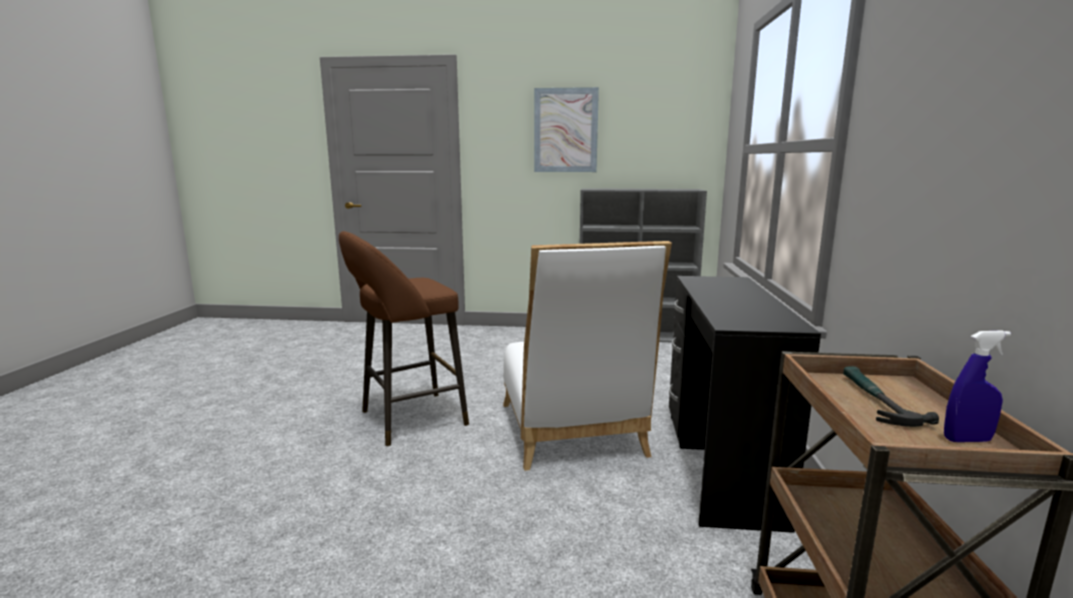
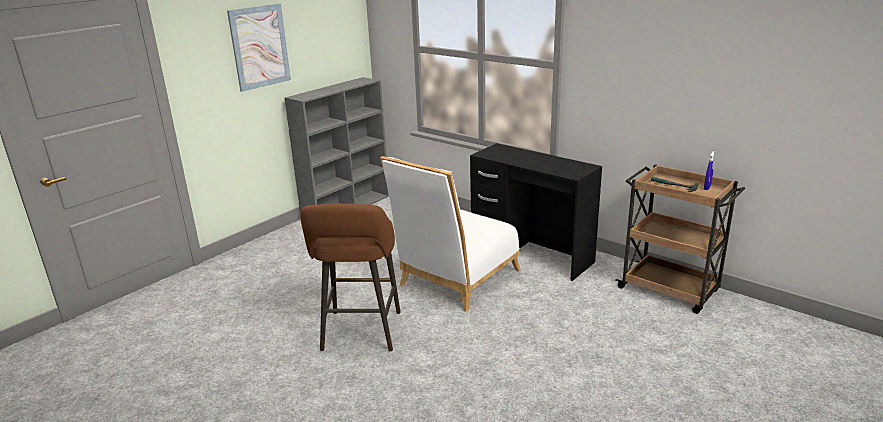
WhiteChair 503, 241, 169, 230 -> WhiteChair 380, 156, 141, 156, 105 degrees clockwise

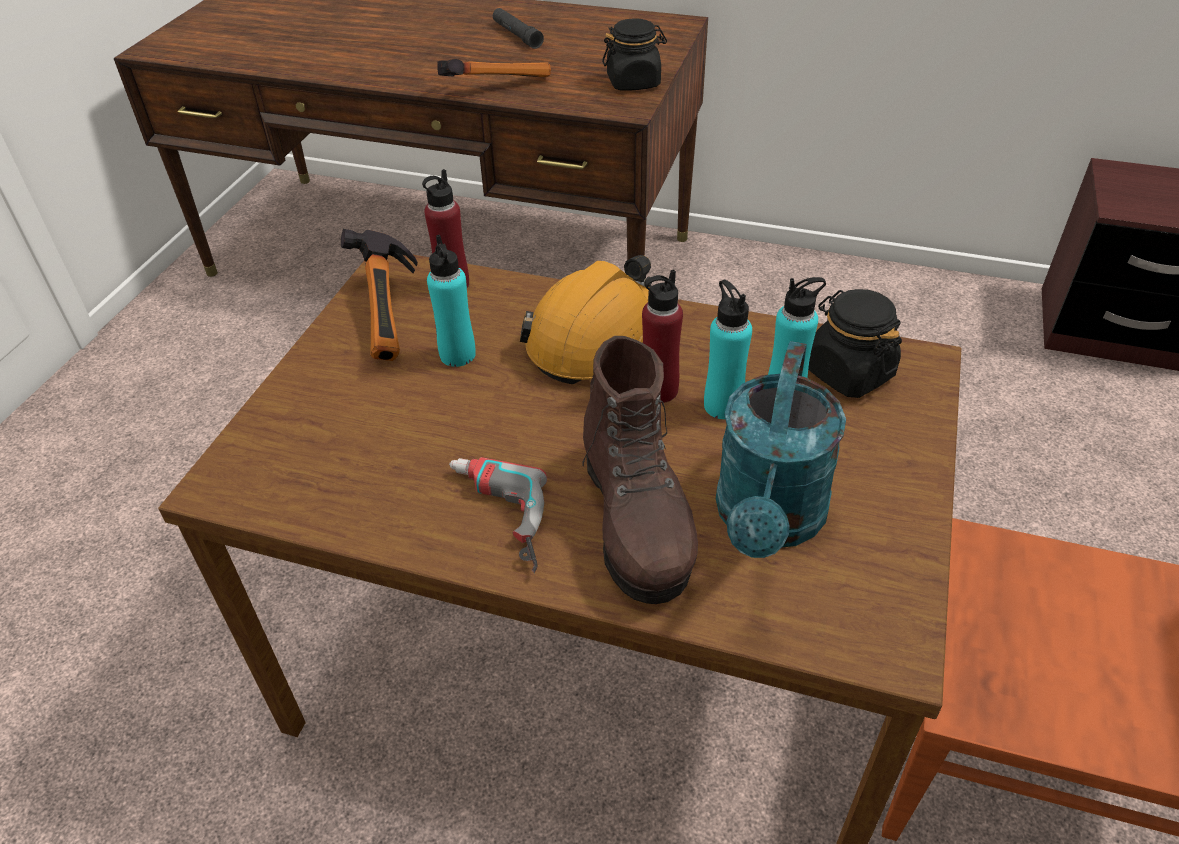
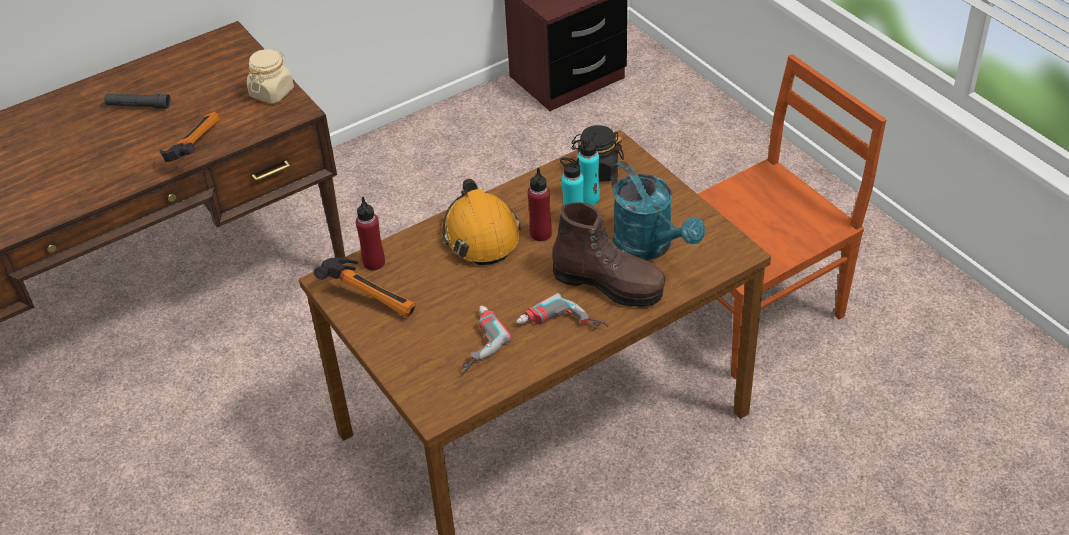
TurquoiseBottle 427, 235, 49, 132 -> none
BlackJar 602, 18, 65, 73 -> BeigeJar 247, 49, 47, 55
none -> PowerDrill 461, 306, 51, 69

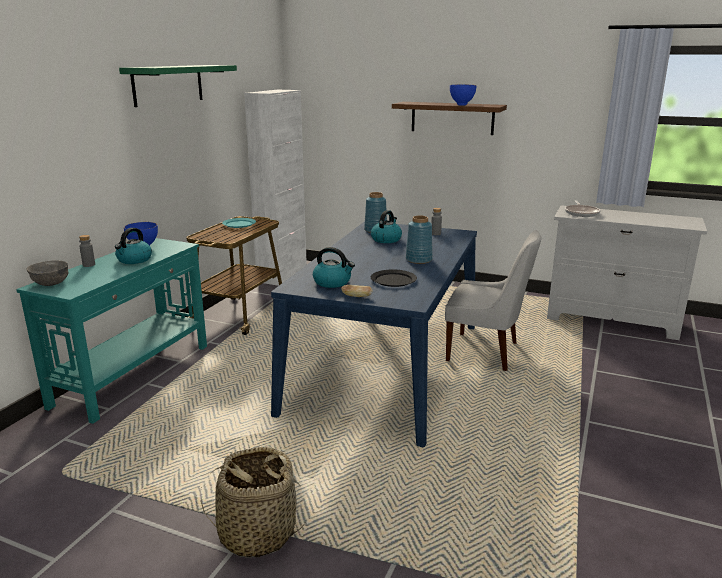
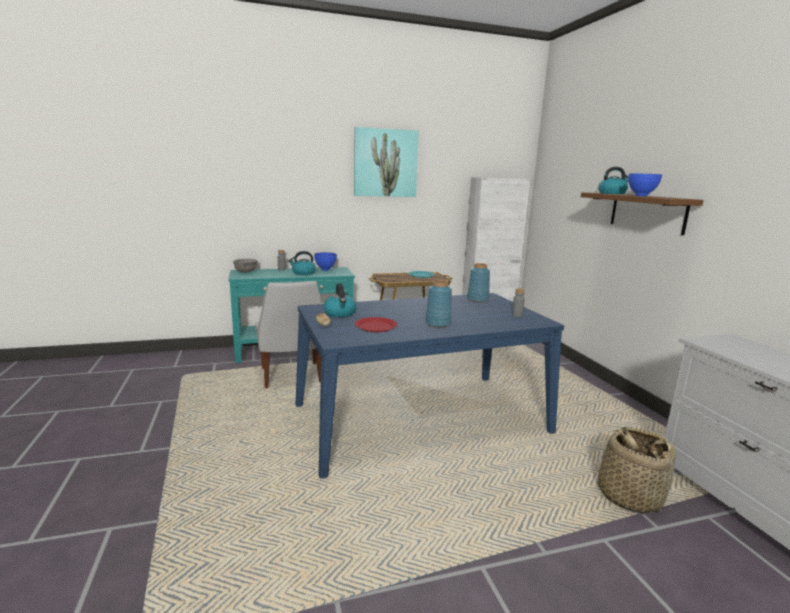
GreenShelf 119, 65, 118, 42 -> Picture 354, 127, 65, 70
Basket 201, 447, 104, 111 -> Basket 594, 426, 83, 88, shifted
Kettle 371, 210, 31, 33 -> Kettle 598, 167, 30, 27, shifted
BlackPlate 371, 270, 46, 17 -> RedPlate 354, 317, 43, 15
WhiteChair 445, 230, 96, 141 -> WhiteChair 256, 281, 65, 107, shifted
FryingPan 565, 200, 36, 17 -> none

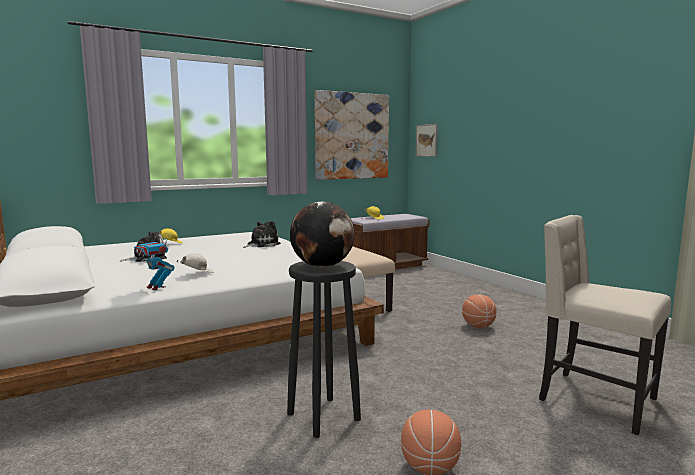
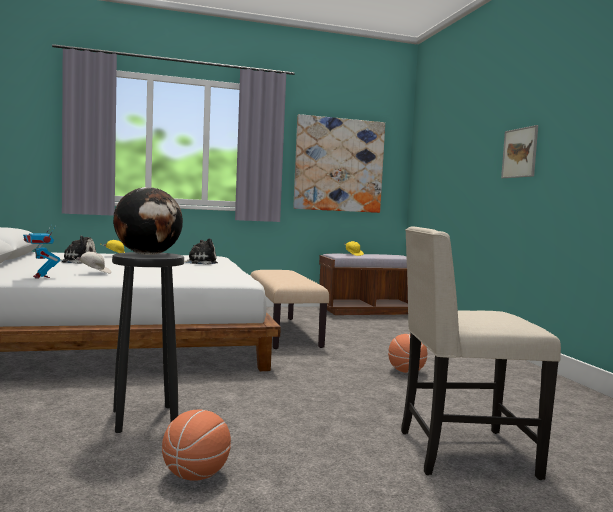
Picture 415, 124, 23, 33 -> Picture 501, 125, 37, 53, shifted
BeigeChair 539, 215, 132, 220 -> BeigeChair 401, 226, 160, 254, 60 degrees counterclockwise

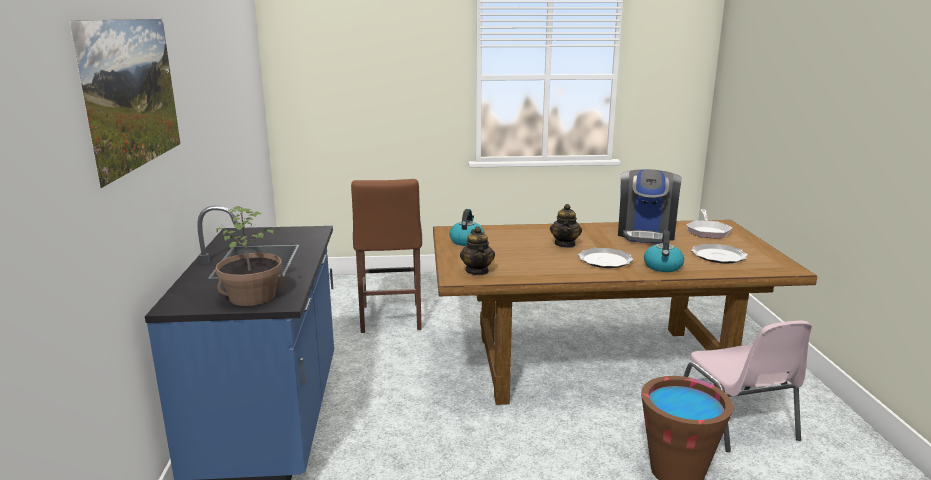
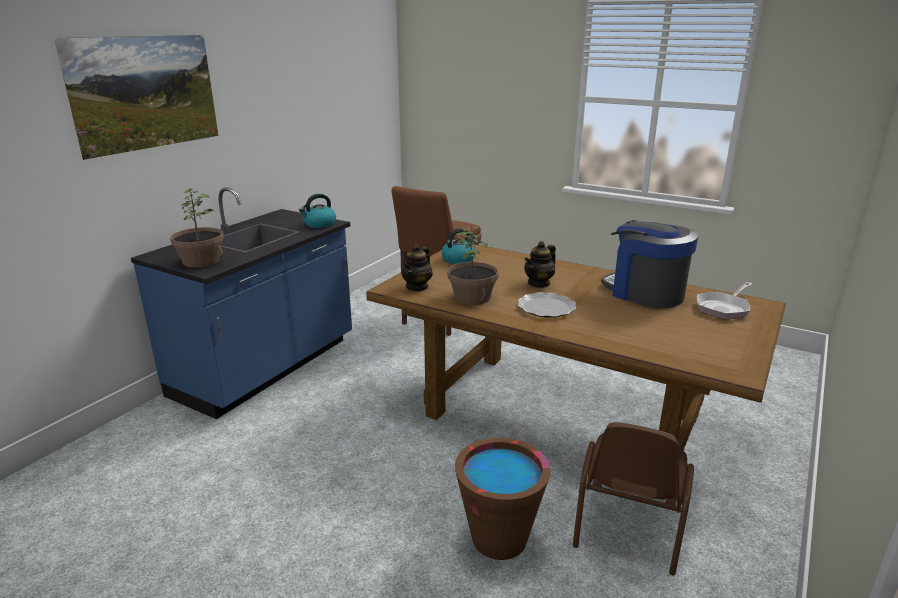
CoffeeMachine 618, 169, 64, 75 -> CoffeeMachine 601, 220, 97, 89, 90 degrees clockwise
Kettle 644, 231, 40, 41 -> Kettle 299, 194, 37, 34, shifted
PinkChair 684, 320, 128, 132 -> BrownChair 573, 422, 121, 154
Plate 691, 244, 57, 19 -> none
none -> PottedPlant 448, 227, 50, 78

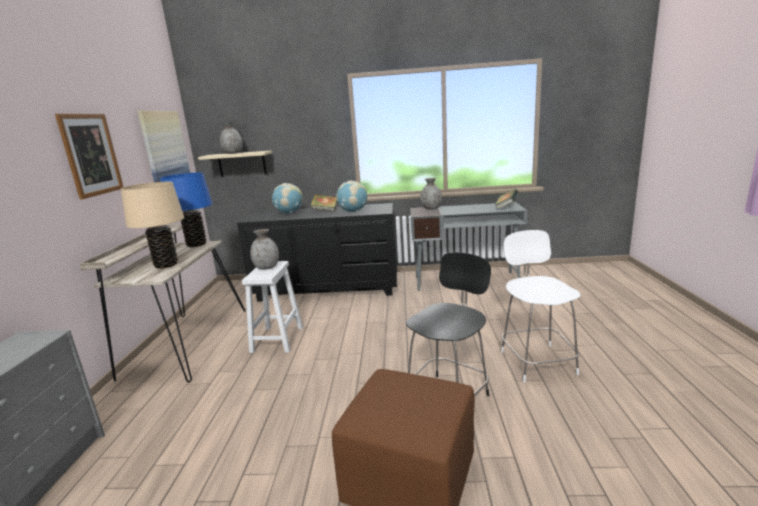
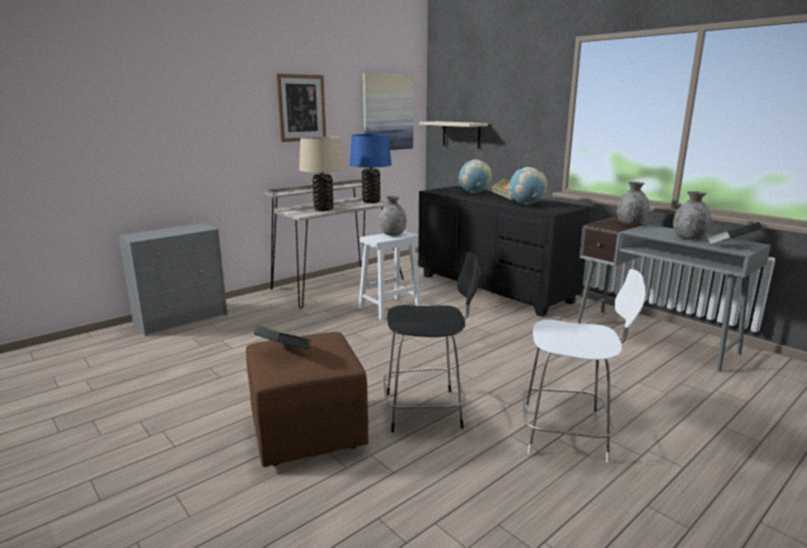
GreyVase 220, 122, 23, 32 -> GreyVase 673, 191, 38, 49, shifted
WhiteChair 501, 230, 79, 152 -> WhiteChair 522, 269, 124, 194, 60 degrees clockwise
none -> Book 254, 325, 57, 24

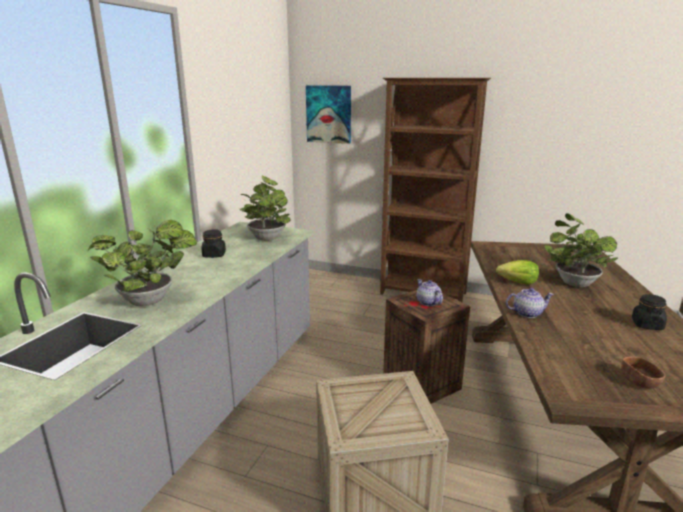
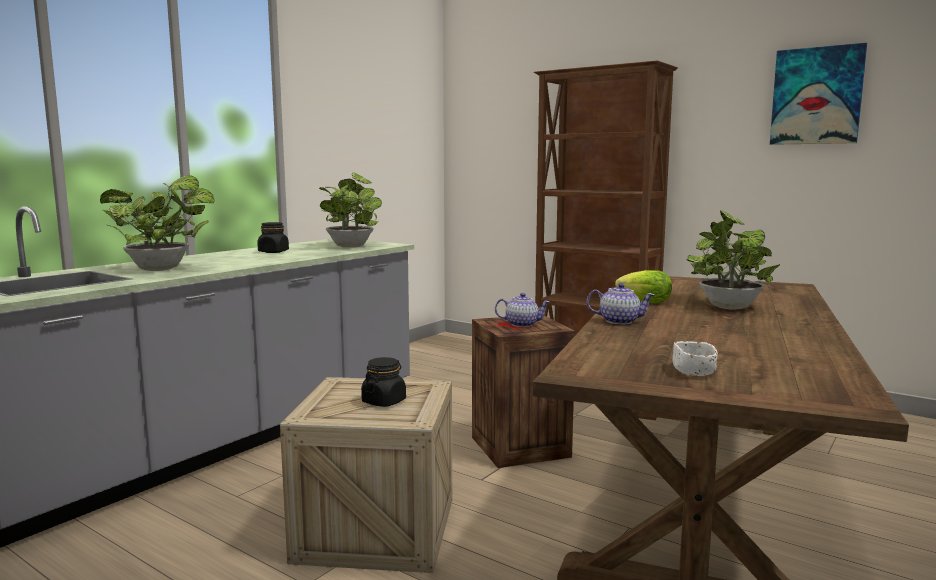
Picture 306, 85, 45, 59 -> Picture 770, 43, 97, 102, shifted
Teapot 417, 279, 26, 27 -> Teapot 495, 293, 55, 34, 105 degrees clockwise
BrownBowl 621, 356, 44, 33 -> WhiteBowl 673, 341, 45, 35
BlackJar 632, 294, 35, 36 -> BlackJar 361, 357, 45, 50, shifted

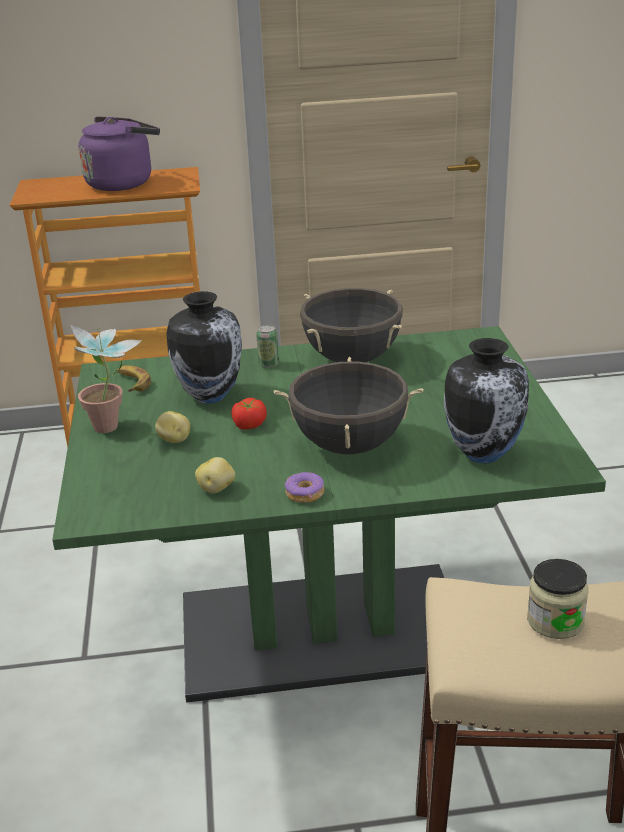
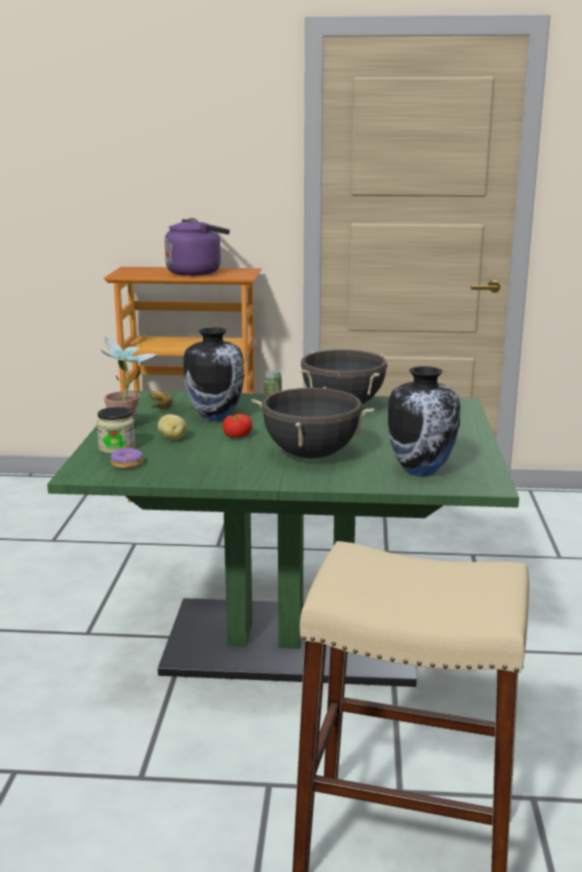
Potato 195, 457, 40, 36 -> none
Donut 285, 472, 39, 31 -> Donut 111, 448, 32, 21, shifted
Jar 527, 559, 61, 80 -> Jar 97, 407, 38, 47, shifted

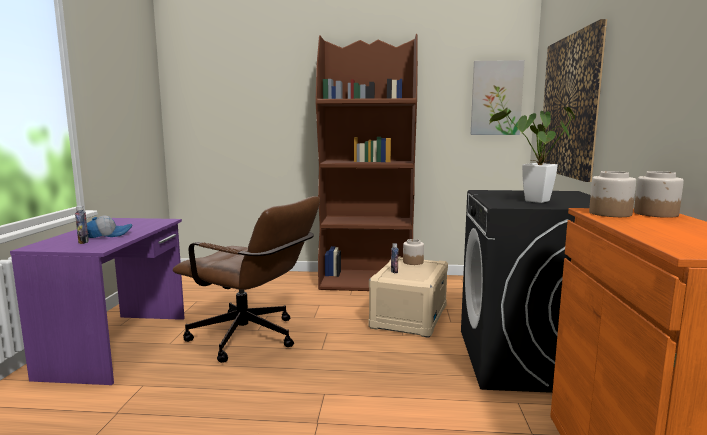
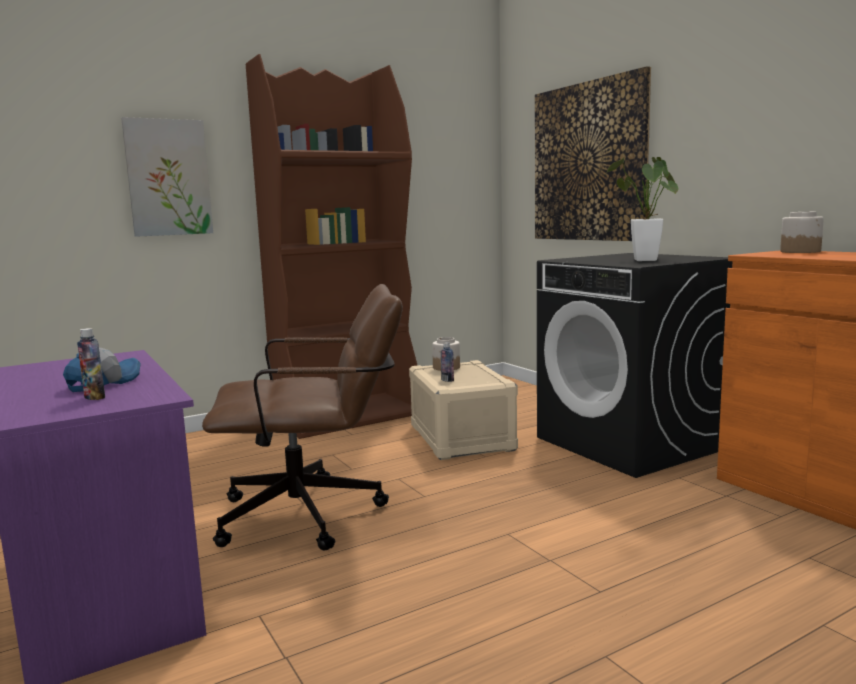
Picture 471, 60, 54, 75 -> Picture 121, 117, 92, 120, shifted
Jar 589, 171, 47, 46 -> none

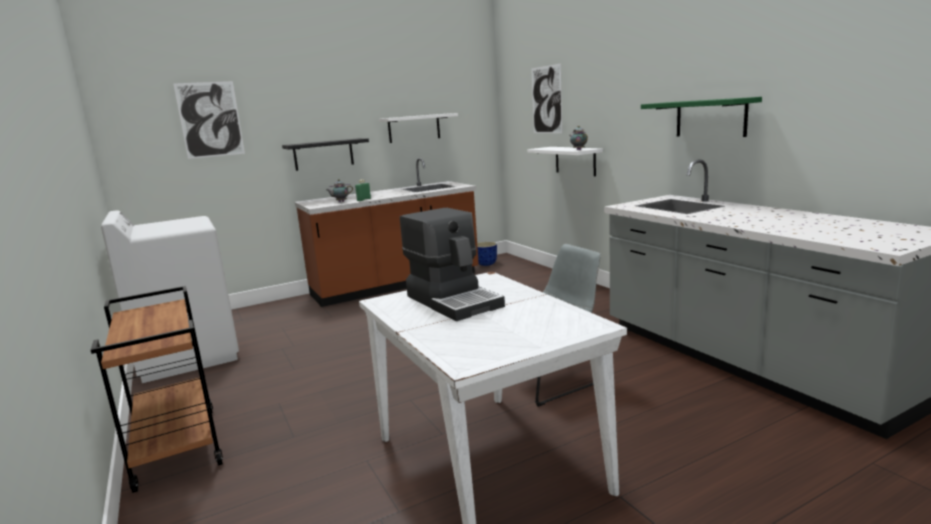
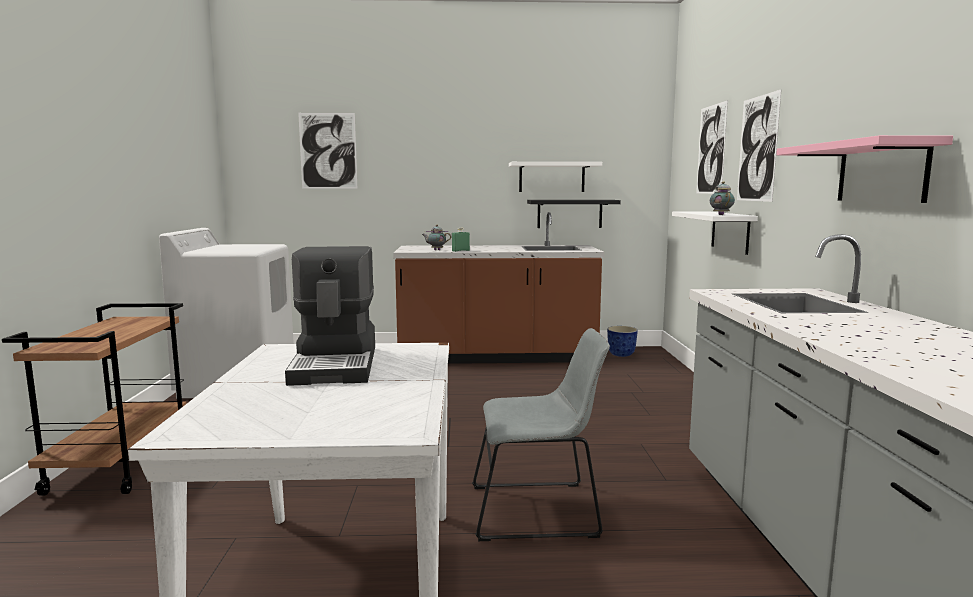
BlackShelf 282, 138, 87, 33 -> BlackShelf 527, 200, 94, 28, shifted
GreenShelf 641, 97, 121, 40 -> PinkShelf 776, 135, 177, 68
none -> Picture 737, 89, 45, 113

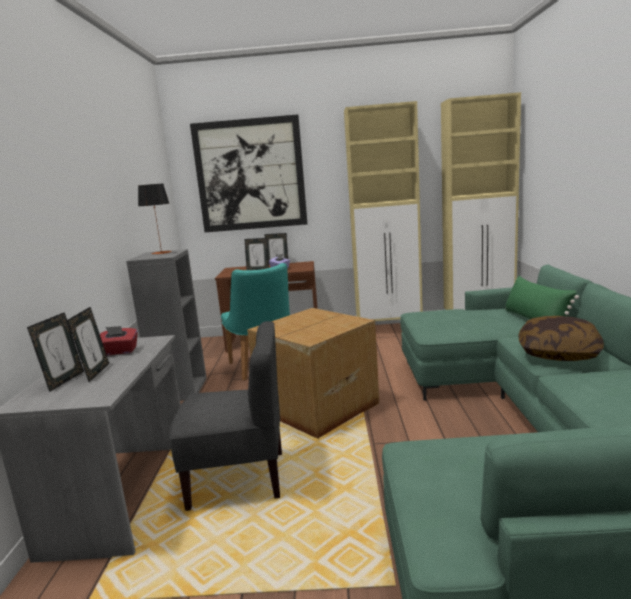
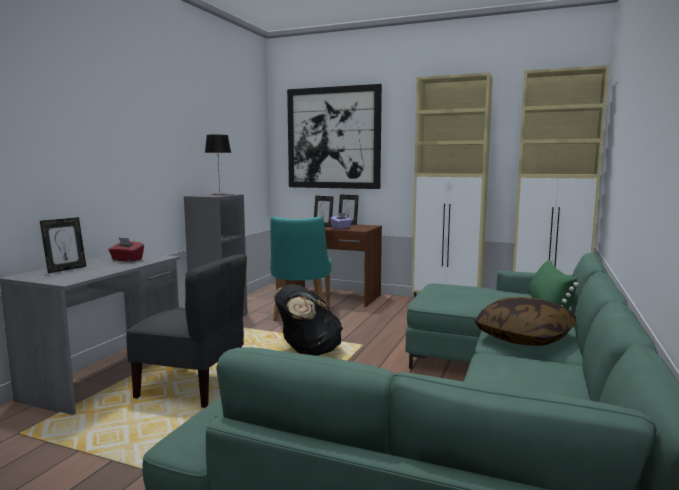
PictureFrame 67, 307, 42, 75 -> none
CardboardBox 247, 308, 132, 131 -> BlackBackpack 274, 284, 69, 72

